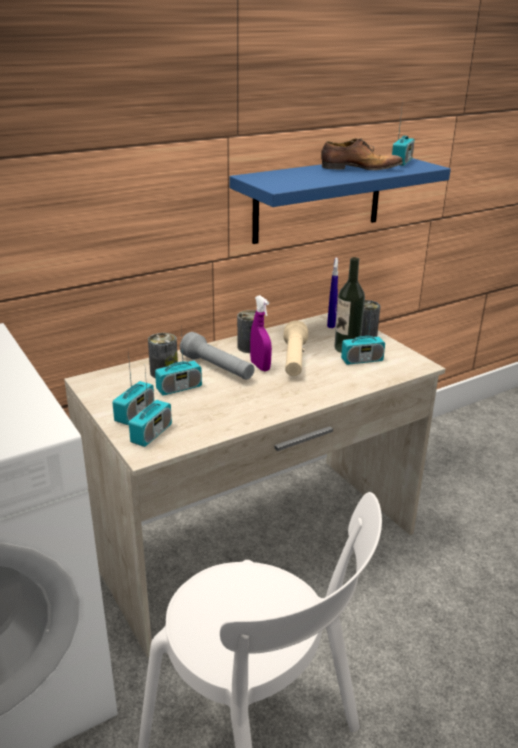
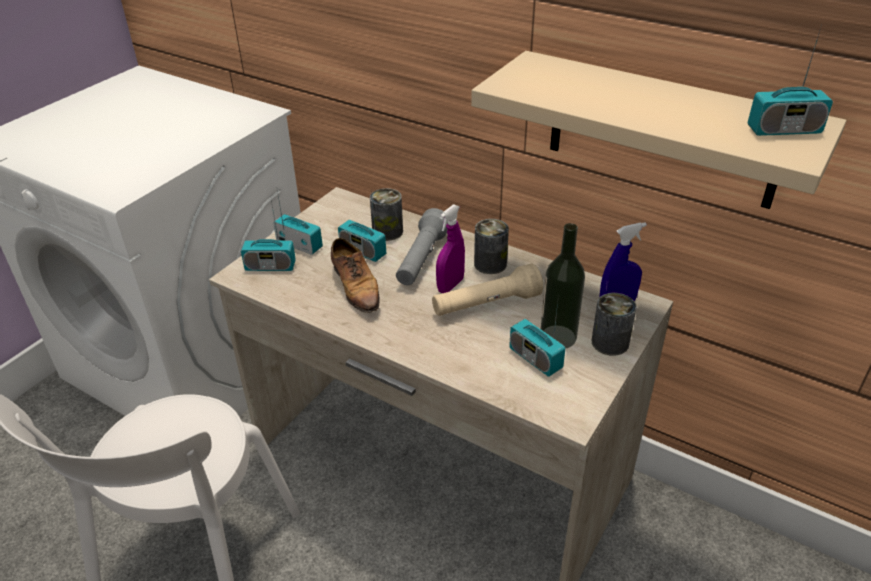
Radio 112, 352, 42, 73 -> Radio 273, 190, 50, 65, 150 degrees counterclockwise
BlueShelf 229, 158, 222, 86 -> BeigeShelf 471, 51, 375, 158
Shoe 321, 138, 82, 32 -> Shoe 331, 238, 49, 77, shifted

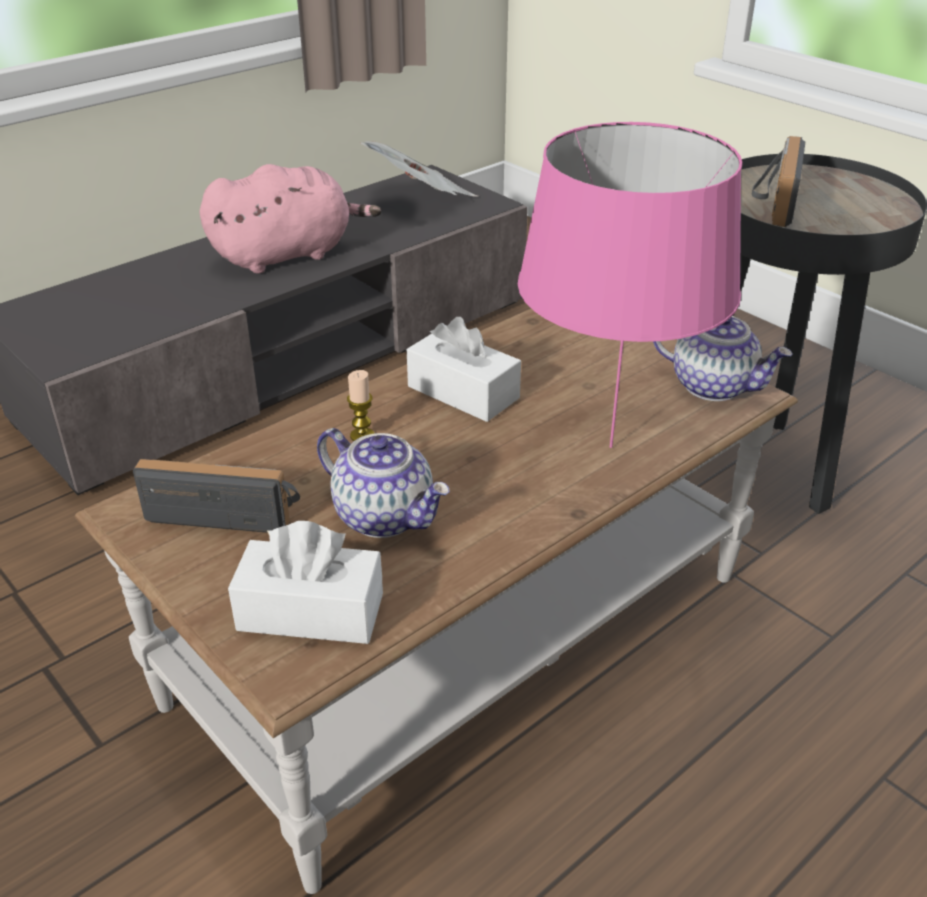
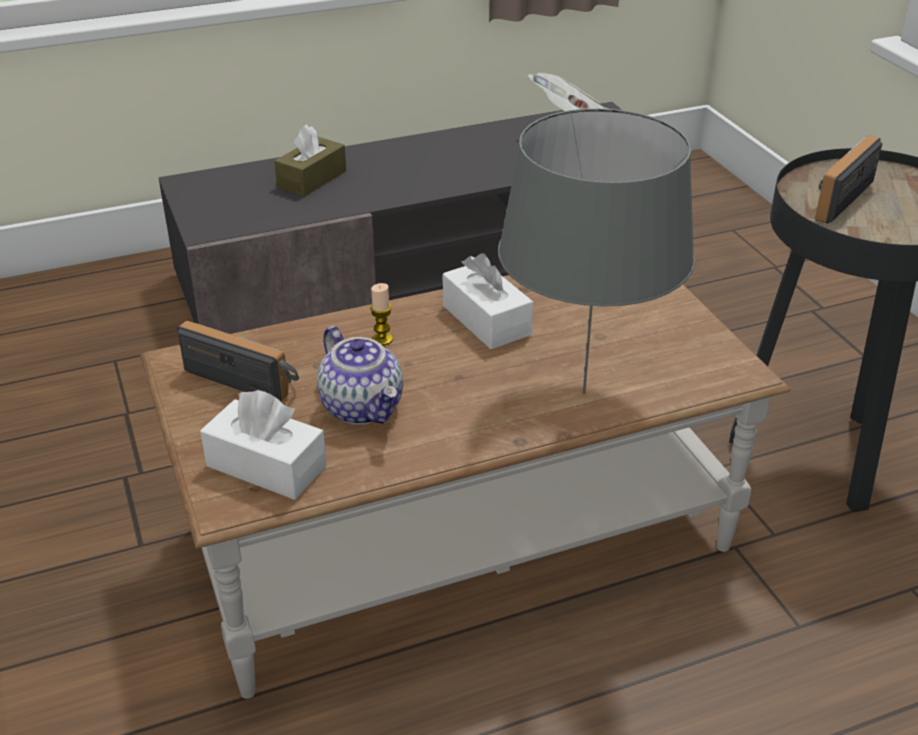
PinkPlushToy 200, 164, 181, 110 -> none
PinkTableLamp 518, 122, 224, 326 -> GreyTableLamp 498, 108, 197, 286
Teapot 653, 316, 140, 85 -> none
none -> BrownTissueBox 274, 124, 72, 73

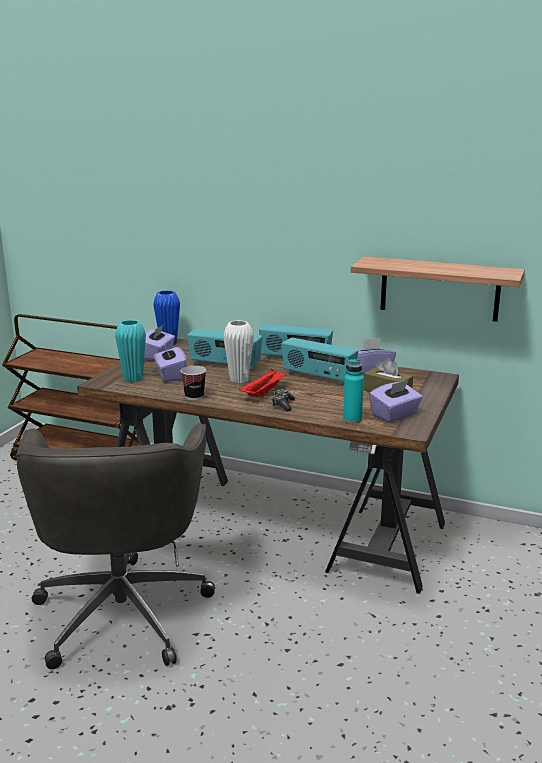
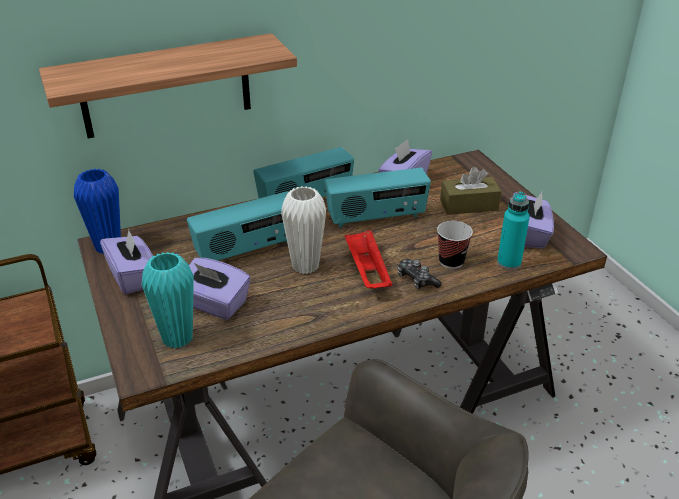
Cup 181, 366, 25, 34 -> Cup 437, 221, 36, 48, shifted
Shelf 351, 256, 174, 66 -> Shelf 39, 33, 258, 105, shifted

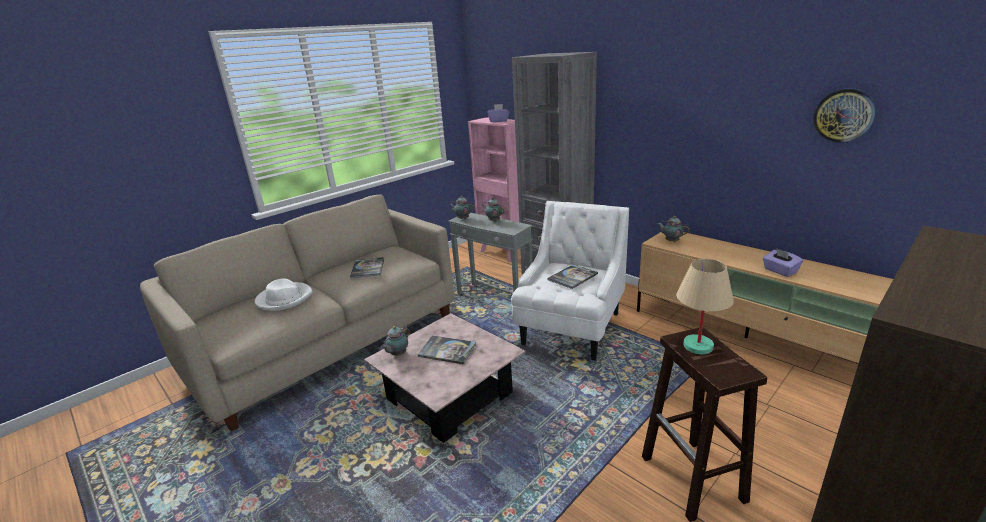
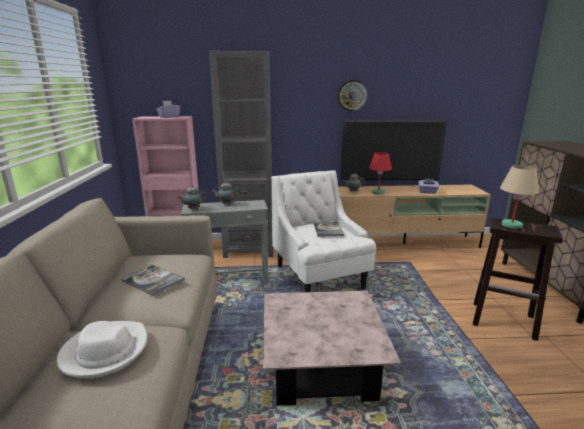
Teapot 380, 326, 30, 30 -> none
Book 418, 335, 58, 29 -> none
WallClock 813, 88, 64, 55 -> WallClock 337, 80, 31, 32, shifted
none -> Television 340, 120, 107, 68
none -> RedTableLamp 369, 152, 23, 43

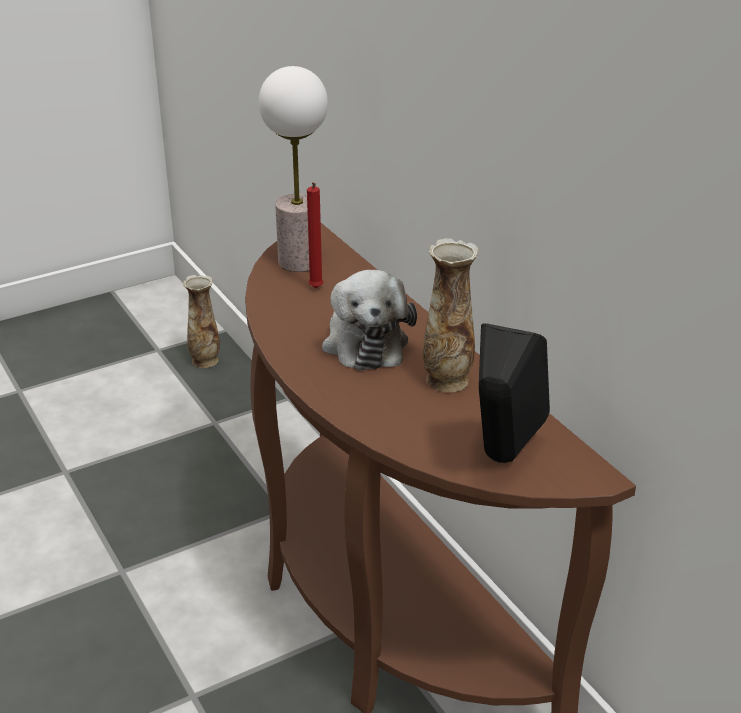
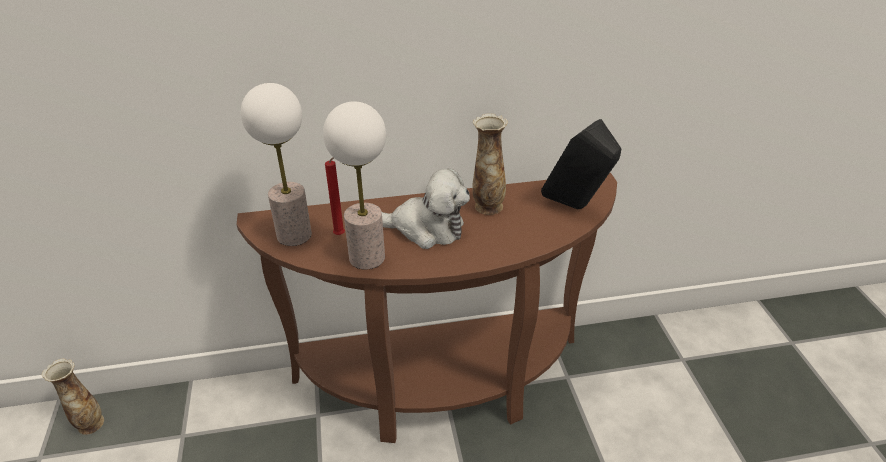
none -> TableLamp 323, 101, 63, 169

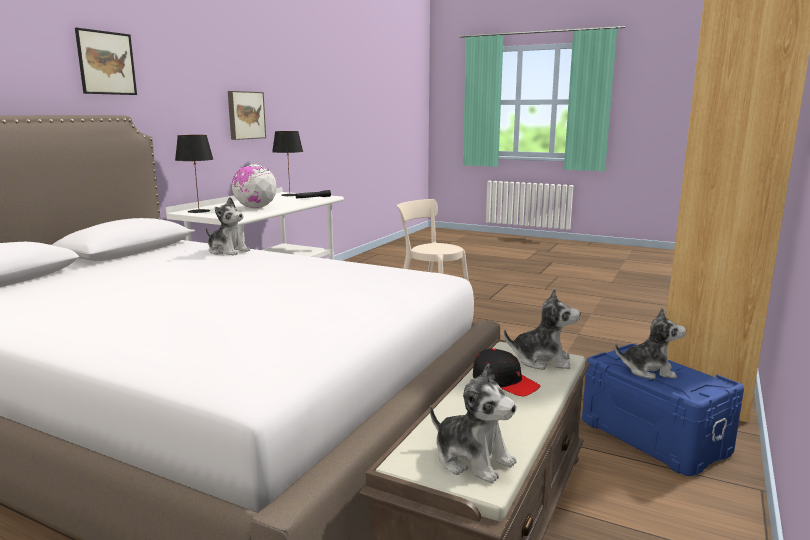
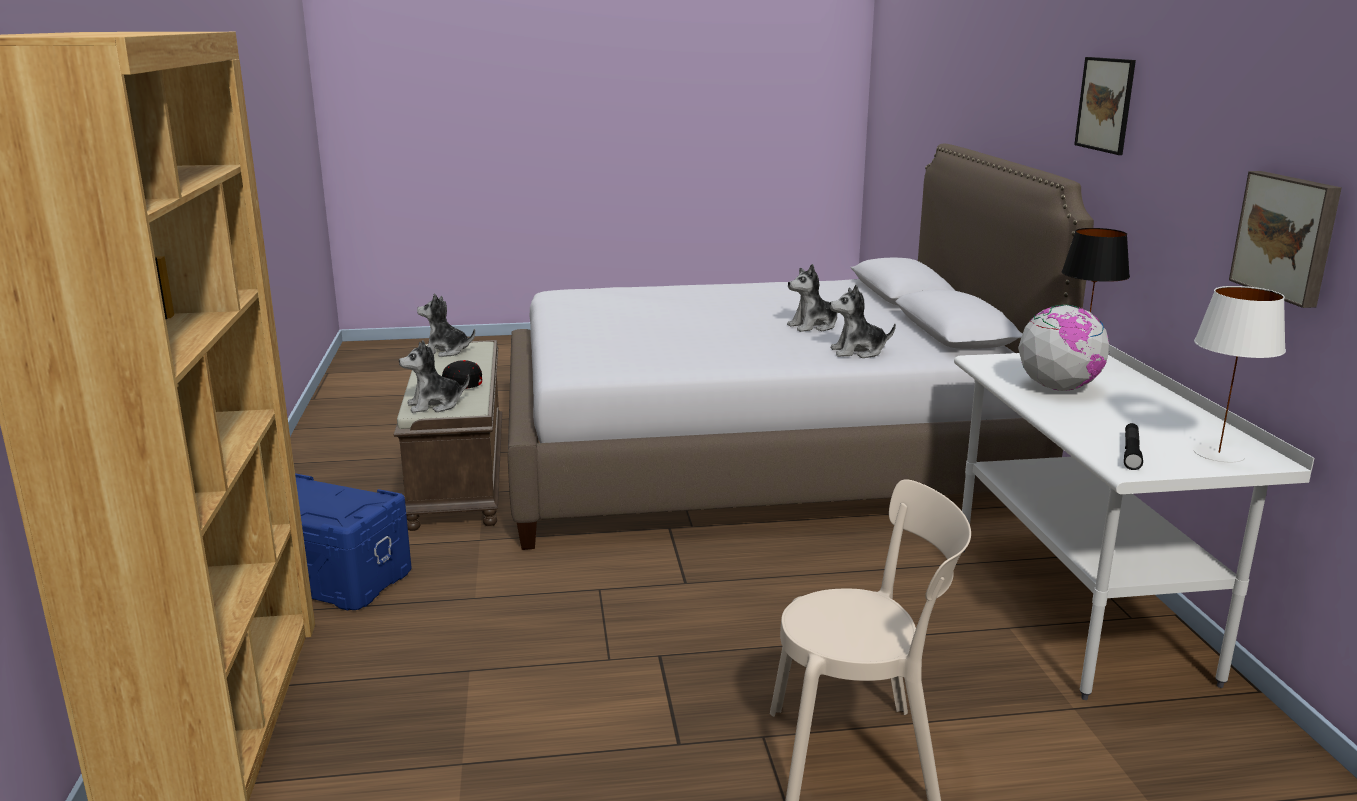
BlackTableLamp 272, 131, 31, 66 -> WhiteTableLamp 1193, 286, 93, 176
PlushToy 615, 308, 71, 71 -> PlushToy 787, 264, 51, 68, shifted

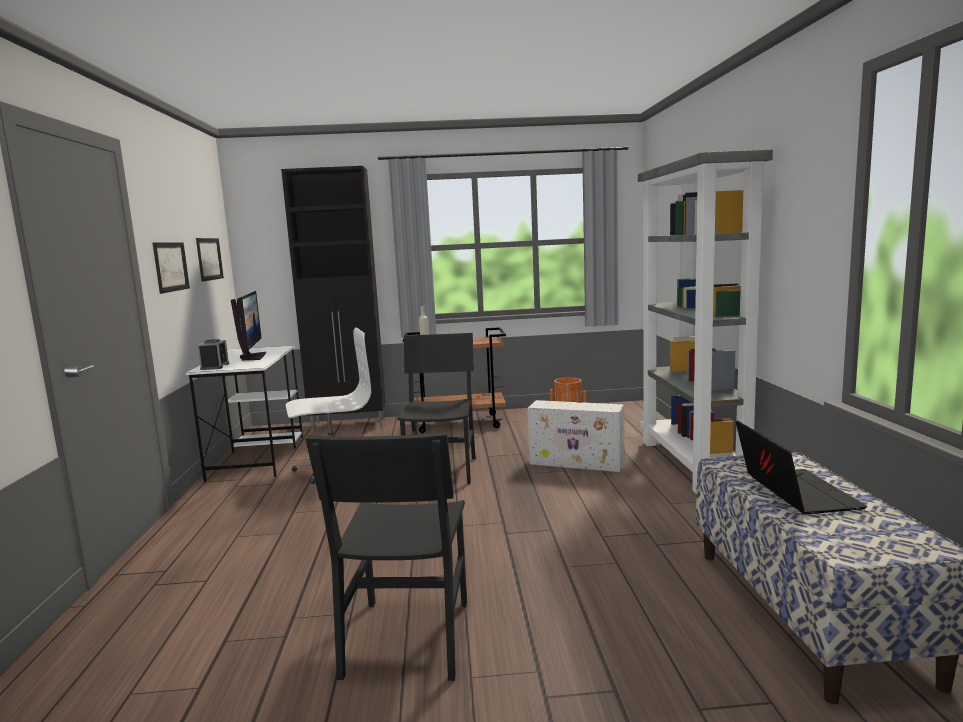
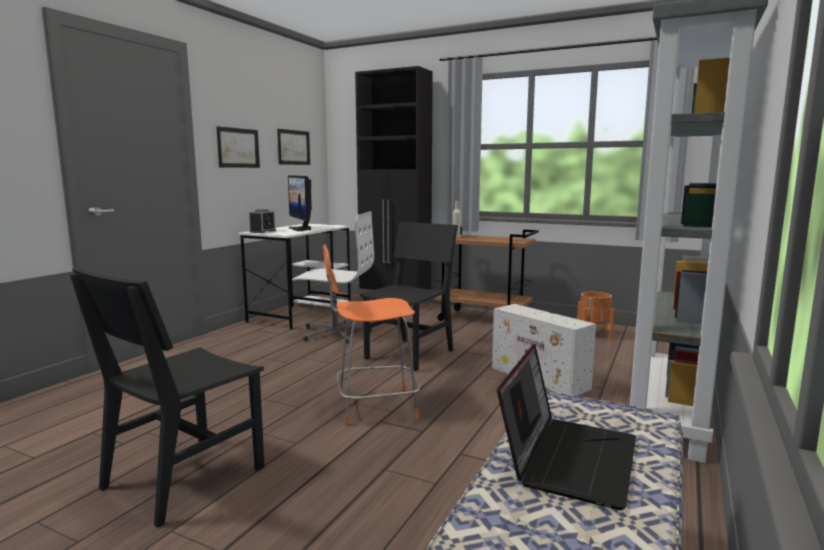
Monitor 231, 291, 35, 69 -> Monitor 288, 175, 24, 56, 135 degrees clockwise
none -> OrangeChair 323, 245, 97, 180

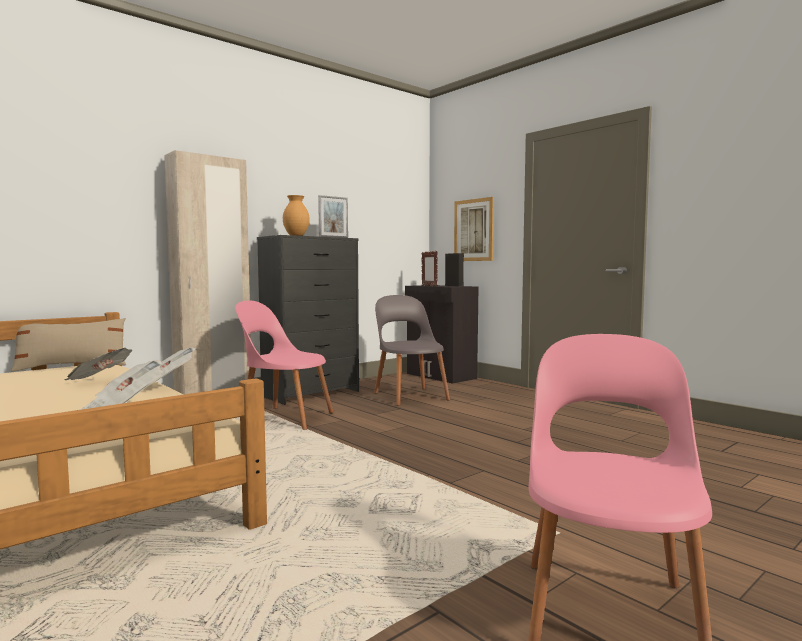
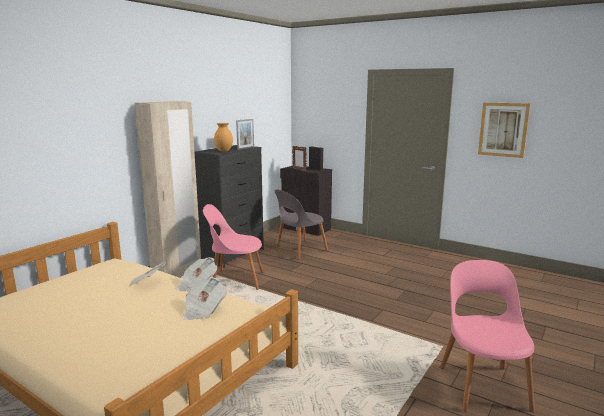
BeigePillow 11, 318, 115, 53 -> none
GreyChair 374, 295, 76, 111 -> GreyChair 274, 189, 54, 71, 90 degrees counterclockwise
Picture 454, 197, 40, 64 -> Picture 478, 103, 53, 55, shifted

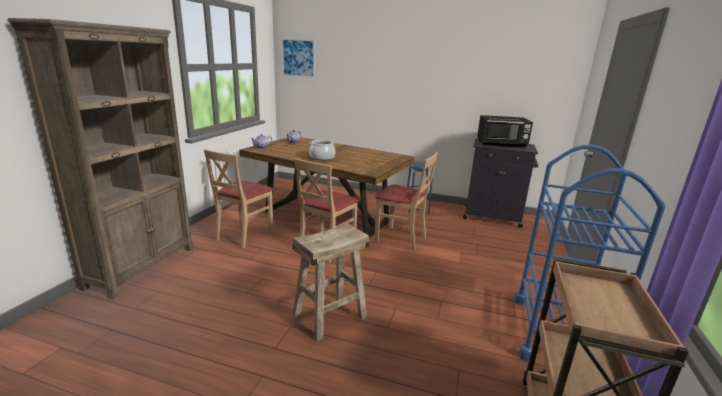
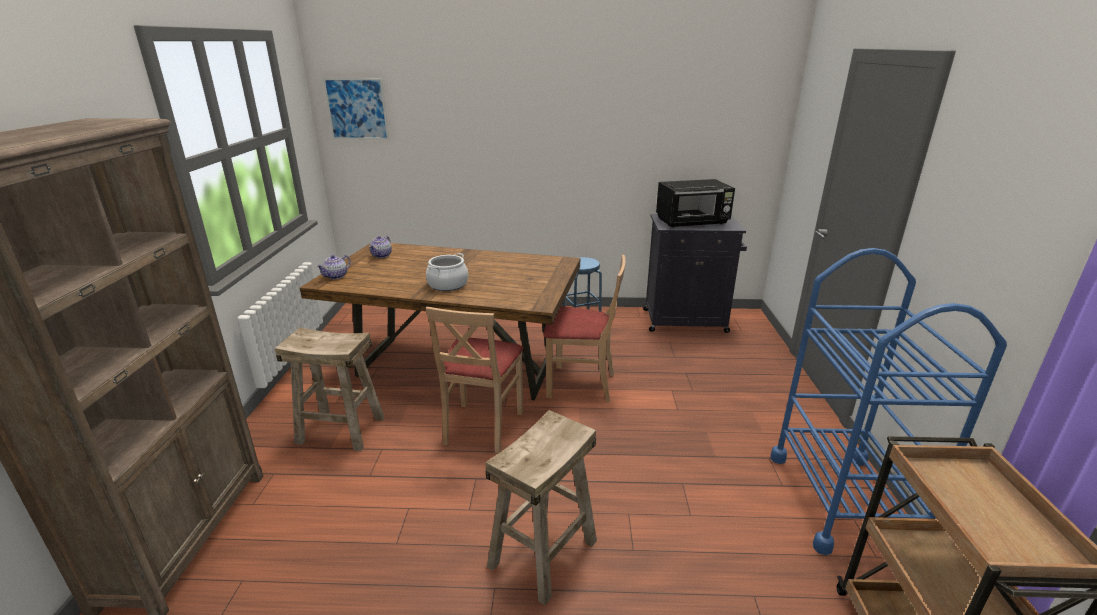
BeigeChair 204, 149, 70, 100 -> BeigeStool 275, 327, 110, 124

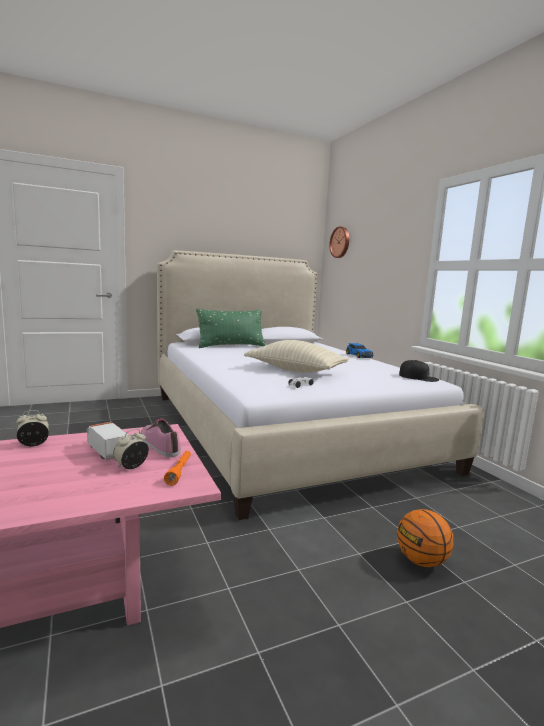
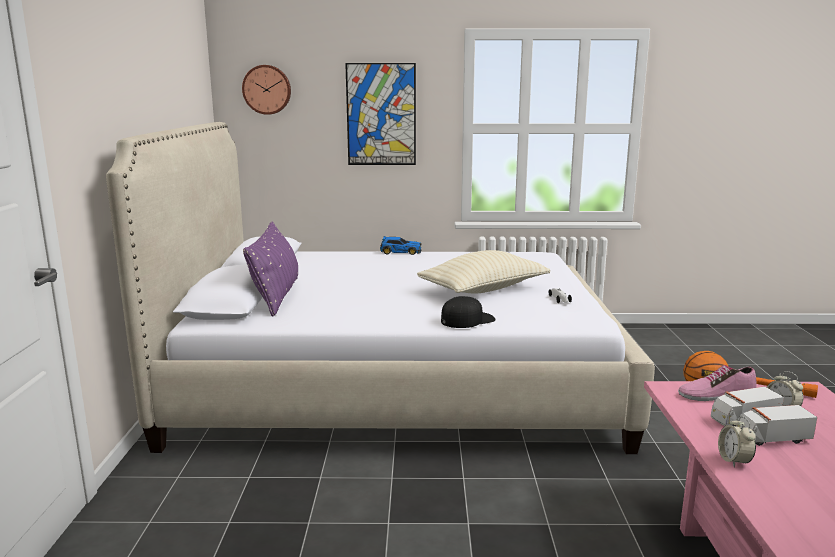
GreenPillow 196, 308, 70, 40 -> PurplePillow 243, 222, 55, 95
BlackCap 399, 360, 40, 22 -> BlackCap 441, 296, 54, 32, shifted
none -> Picture 345, 63, 71, 102
none -> ToyTruck 738, 405, 79, 41

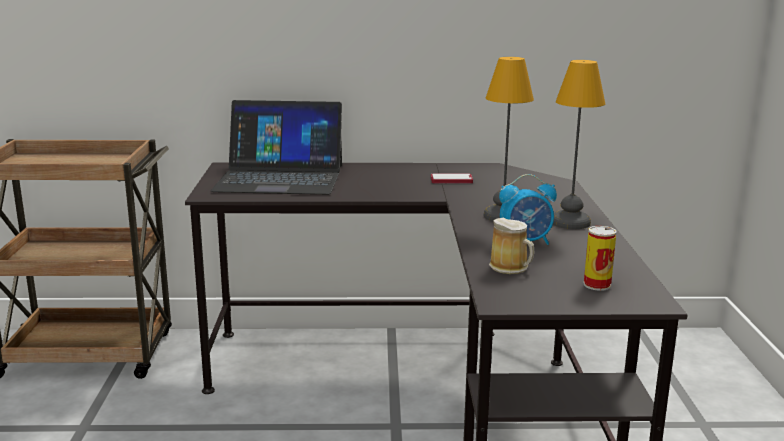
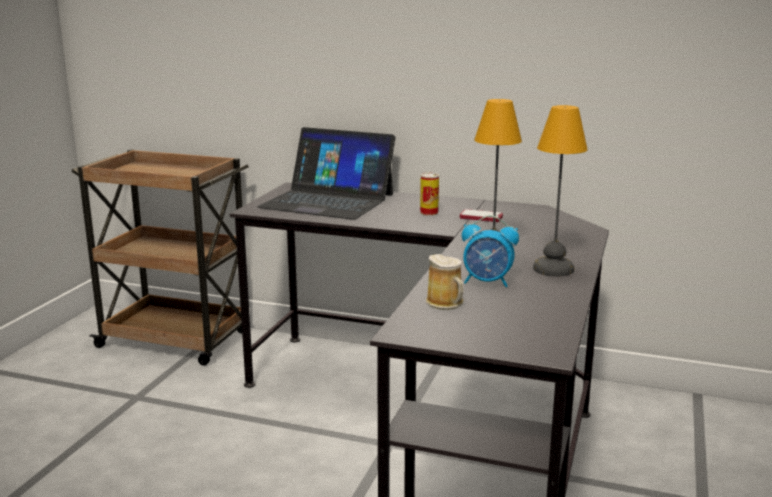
Can 584, 226, 33, 65 -> Can 420, 173, 19, 43, shifted

